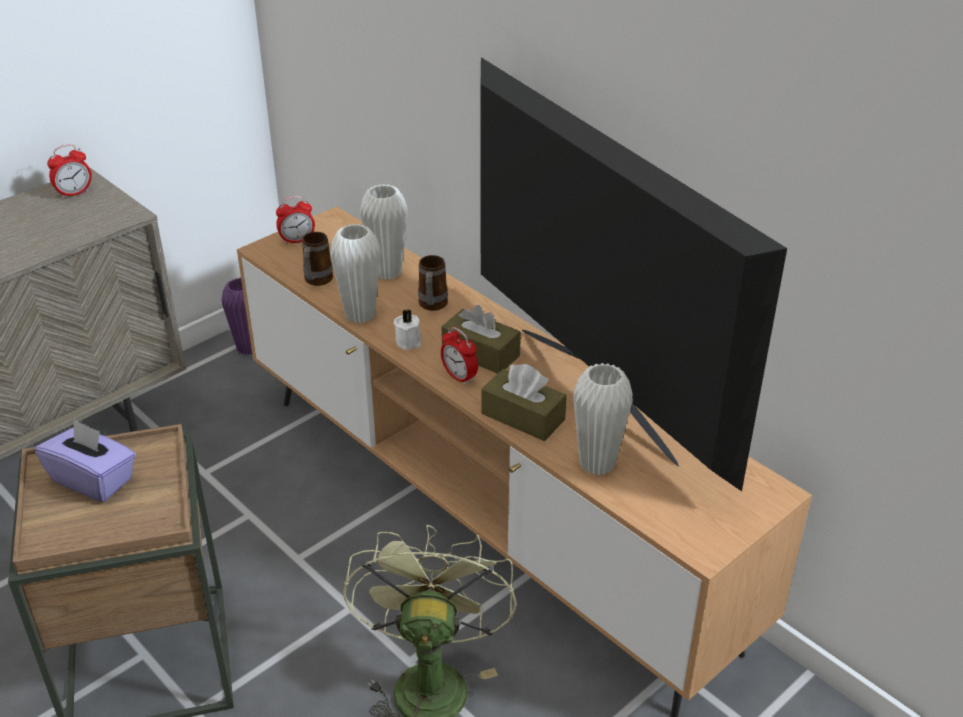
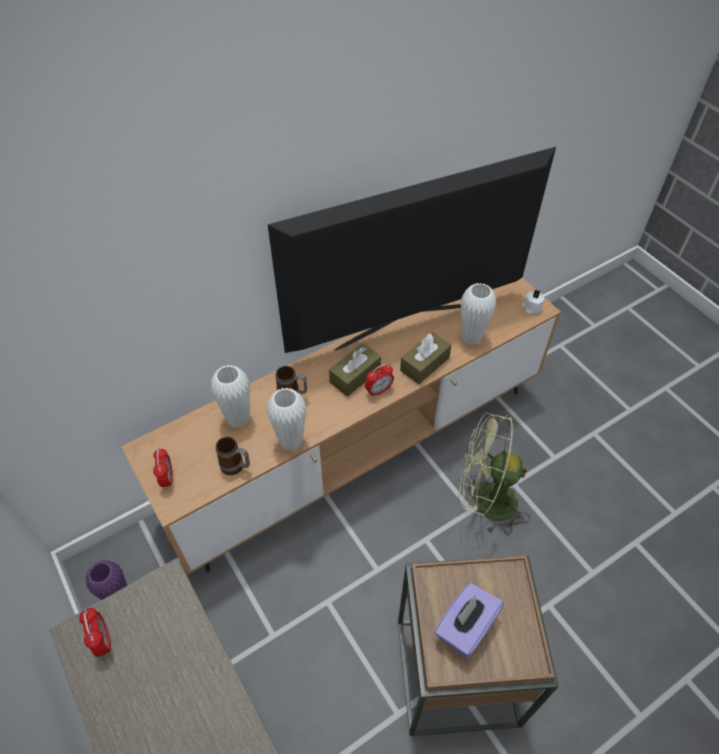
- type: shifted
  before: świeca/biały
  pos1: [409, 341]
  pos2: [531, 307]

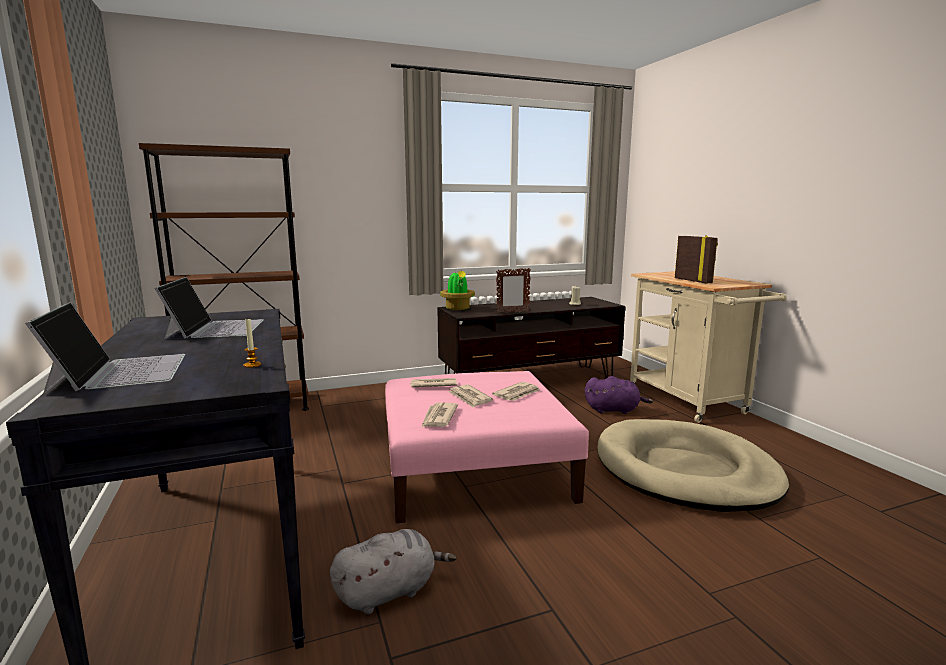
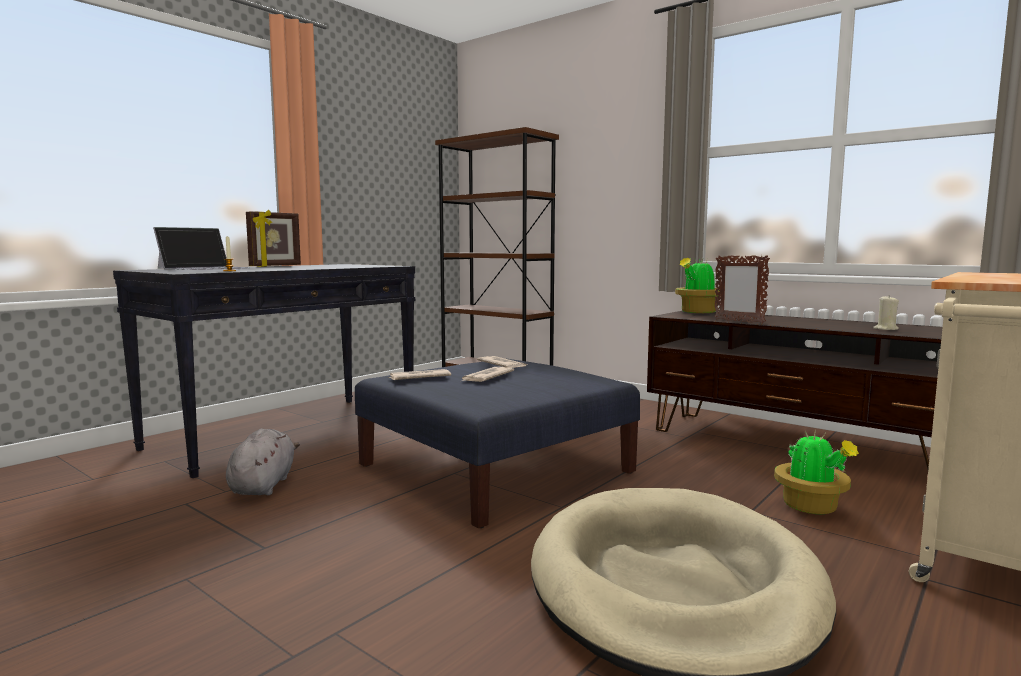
- type: rotated
  before: pluszak/szary
  pos1: [389, 591]
  pos2: [263, 485]
  turn: -120
- type: shifted
  before: ramka na zdjęcie
  pos1: [693, 281]
  pos2: [276, 266]
- type: repainted
  before: pufa/różowy
  after: pufa/niebieski
  pos1: [475, 468]
  pos2: [497, 469]
- type: swapped
  before: pluszak/fioletowy
  after: roślina doniczkowa
  pos1: [614, 410]
  pos2: [812, 507]
- type: gone
  before: laptop
  pos1: [215, 328]
- type: gone
  before: gazeta
  pos1: [517, 394]

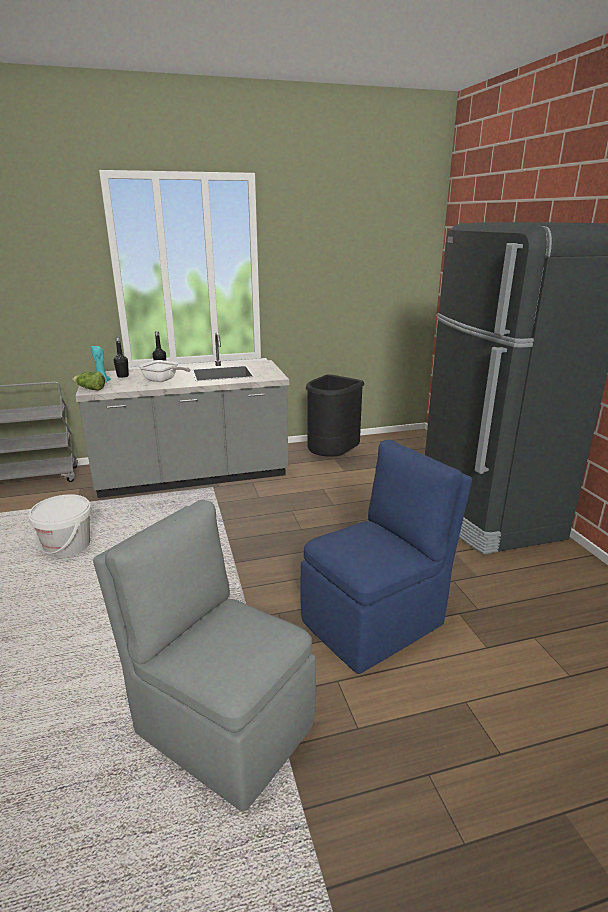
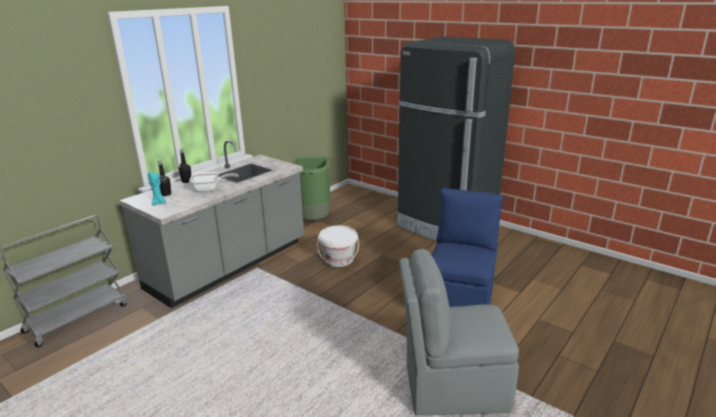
- type: repainted
  before: kosz na śmieci/czarny
  after: kosz na śmieci/zielony
  pos1: [332, 457]
  pos2: [314, 220]
- type: shifted
  before: wiadro/biały
  pos1: [67, 545]
  pos2: [338, 260]
- type: gone
  before: sałata
  pos1: [90, 389]

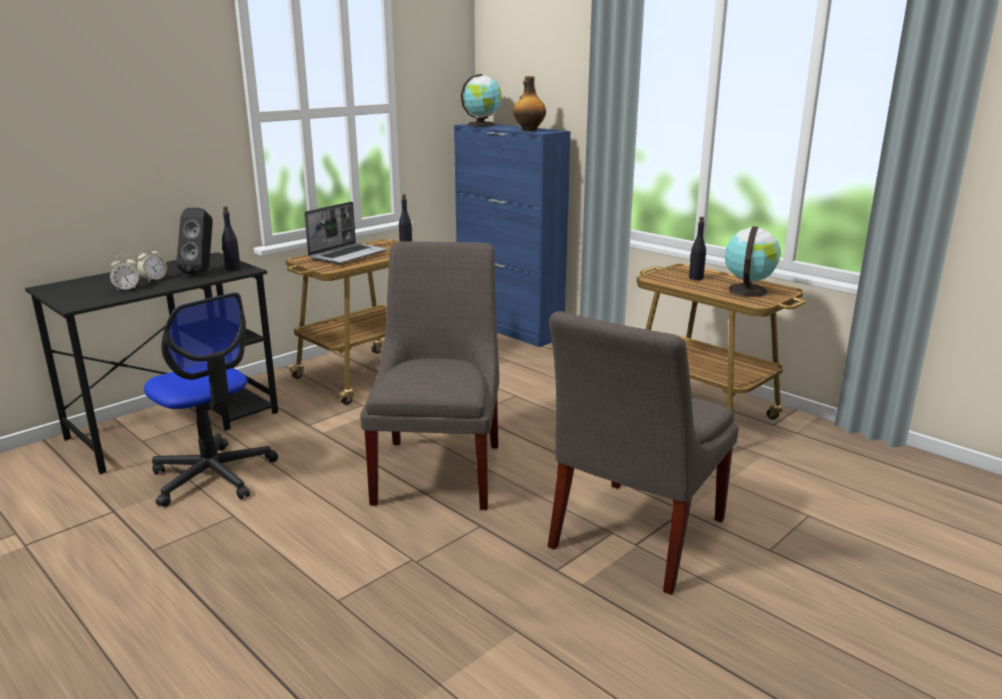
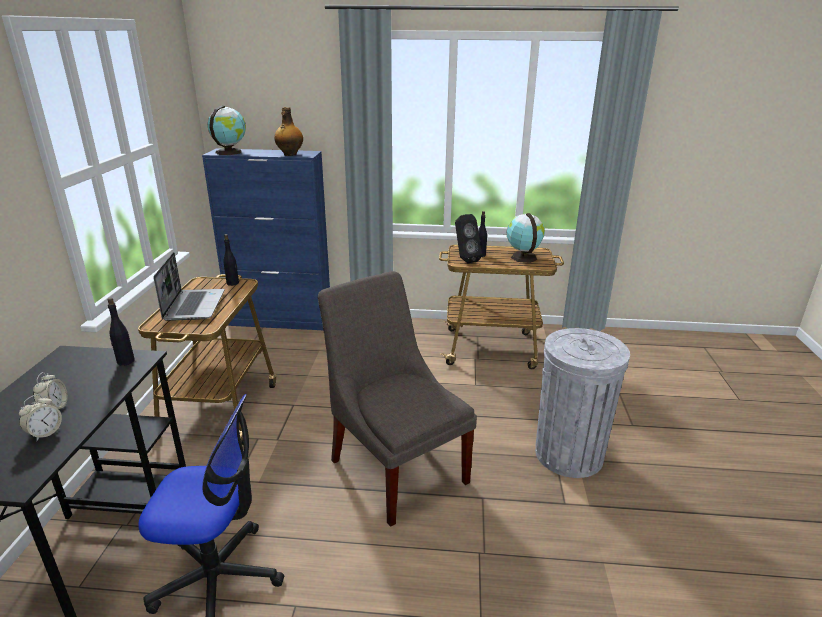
- type: shifted
  before: głośnik/czarny
  pos1: [202, 271]
  pos2: [464, 260]
- type: swapped
  before: krzesło/szary
  after: kosz na śmieci/szary
  pos1: [633, 537]
  pos2: [568, 454]

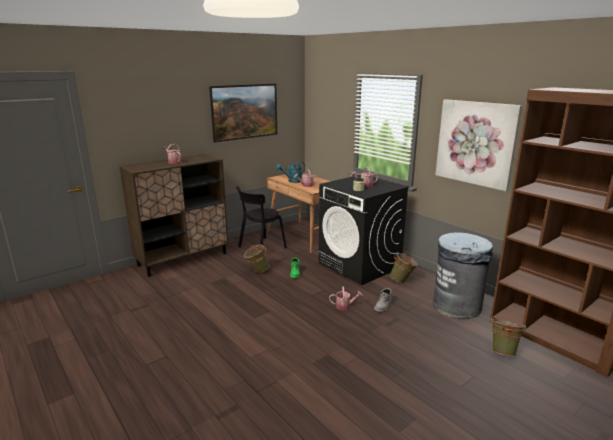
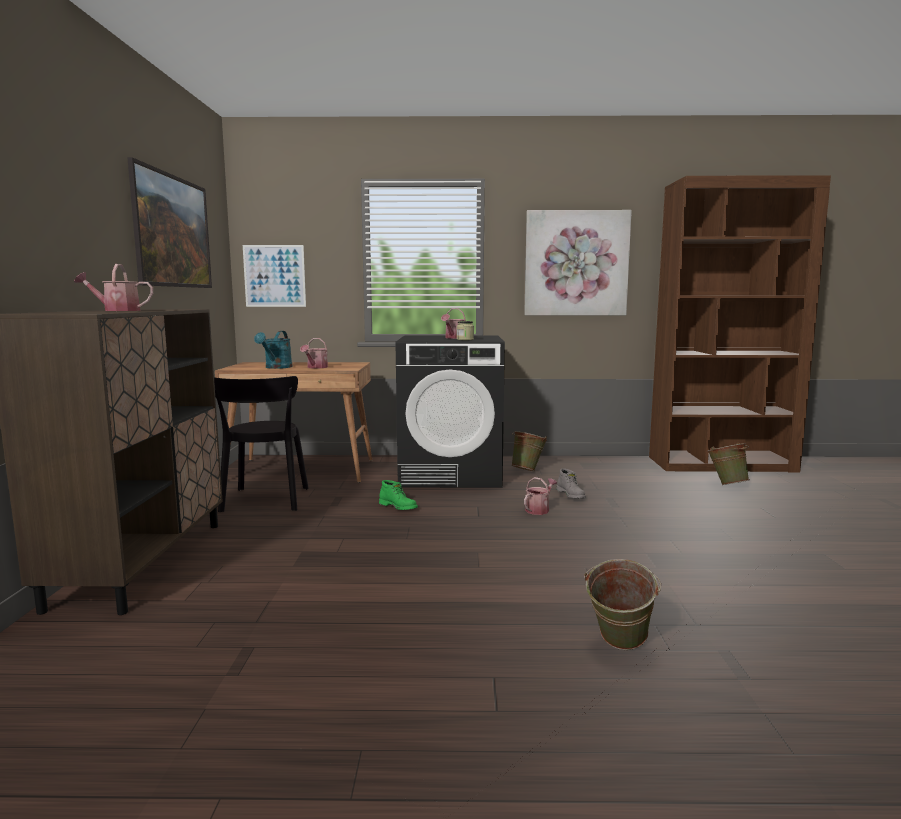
- type: new
  after: obraz
  pos2: [274, 276]
- type: shifted
  before: wiadro/zielony
  pos1: [256, 271]
  pos2: [618, 647]
- type: gone
  before: kosz na śmieci/szary
  pos1: [457, 306]

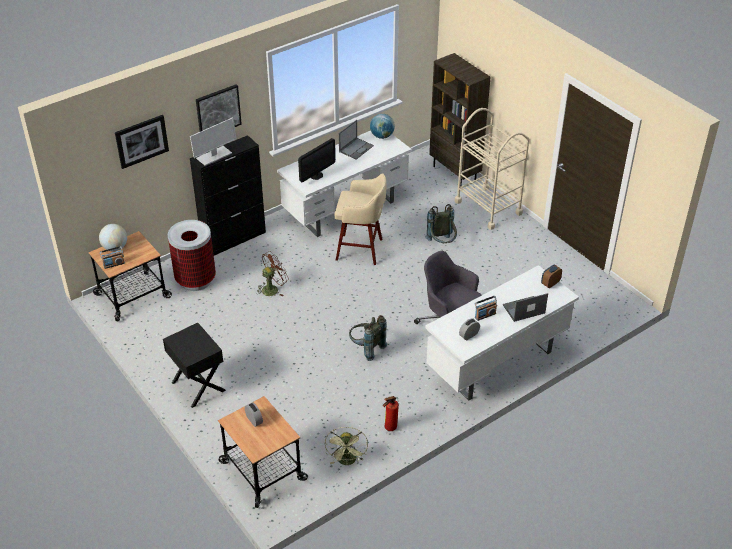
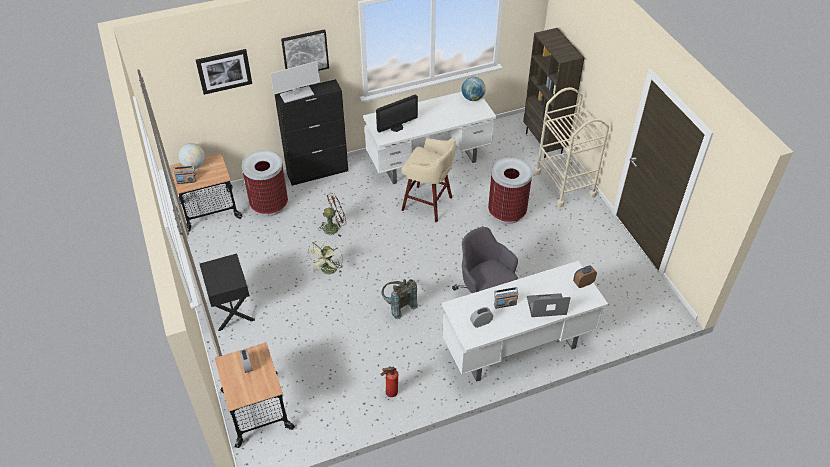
- type: shifted
  before: wentylator/zielony
  pos1: [347, 461]
  pos2: [328, 271]
- type: swapped
  before: plecak/szary
  after: kosz na śmieci
  pos1: [442, 244]
  pos2: [507, 213]
- type: gone
  before: laptop
  pos1: [356, 148]

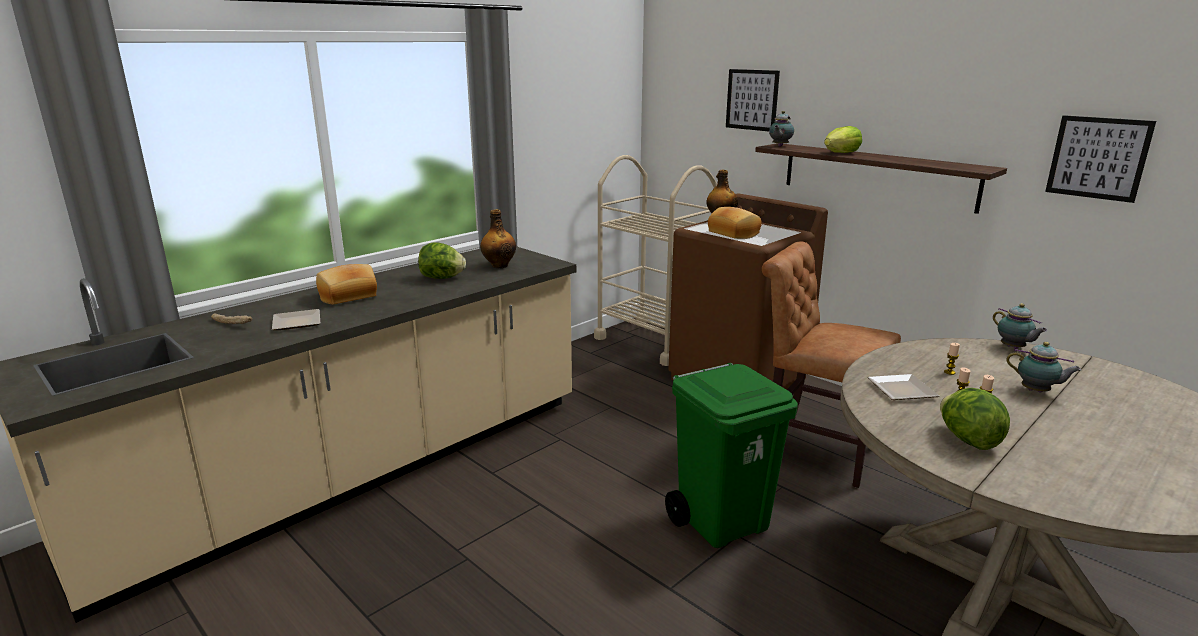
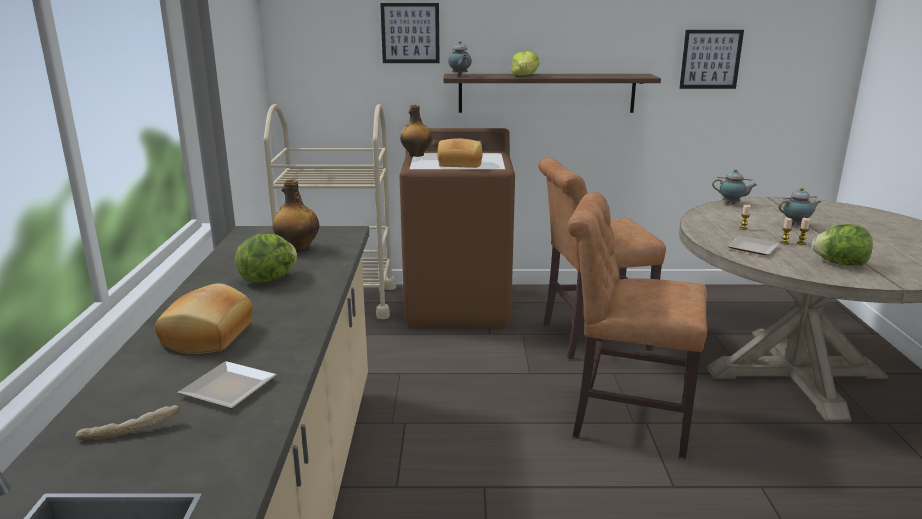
- type: swapped
  before: kosz na śmieci/zielony
  after: krzesło/brązowy
  pos1: [722, 522]
  pos2: [624, 419]

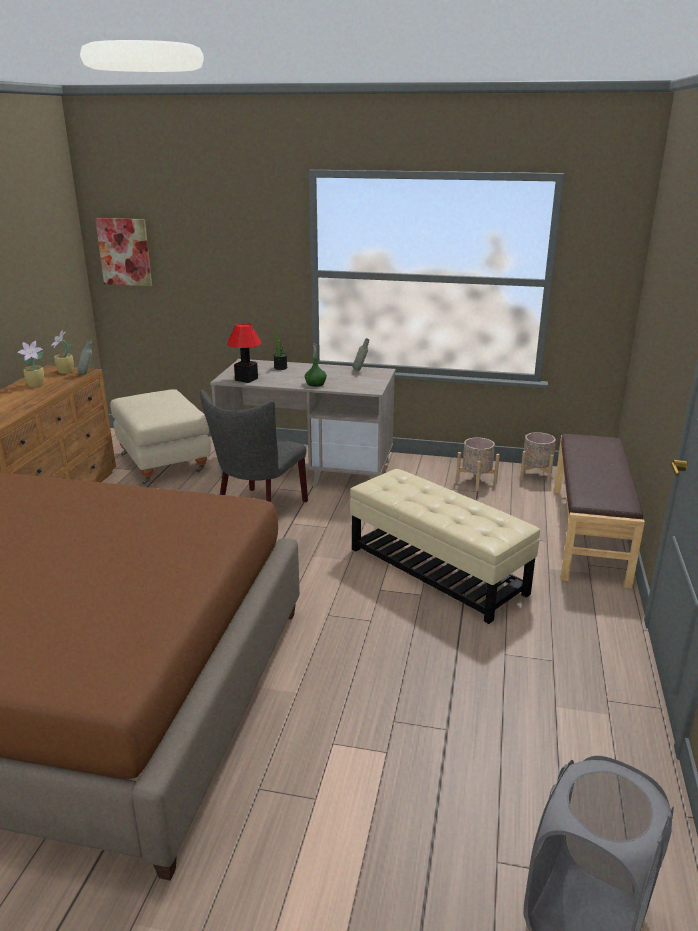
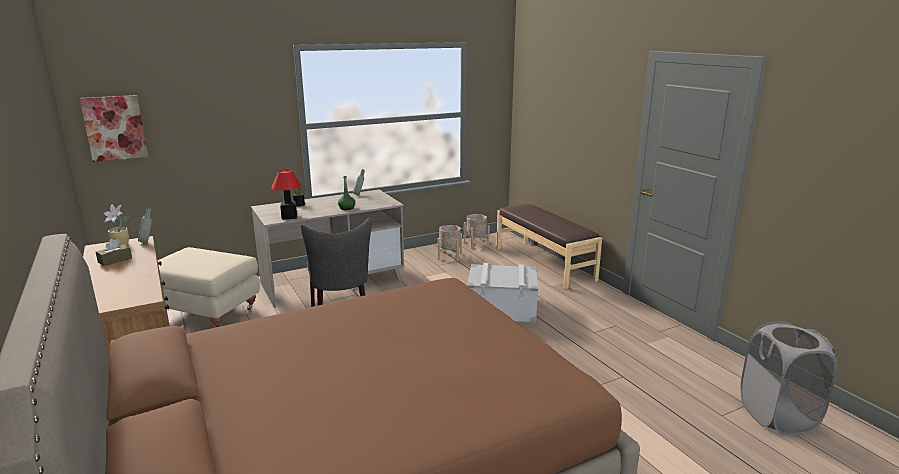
- type: swapped
  before: roślina doniczkowa
  after: pudełko chusteczek/brązowy
  pos1: [37, 385]
  pos2: [115, 260]
- type: swapped
  before: pufa/beżowy
  after: pojemnik do przechowywania/szary
  pos1: [437, 570]
  pos2: [501, 308]

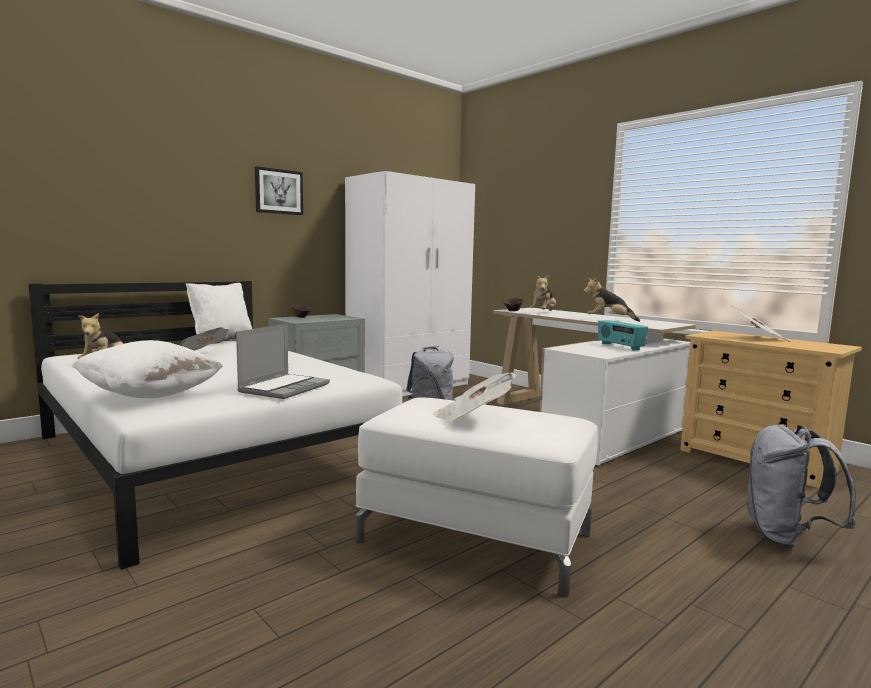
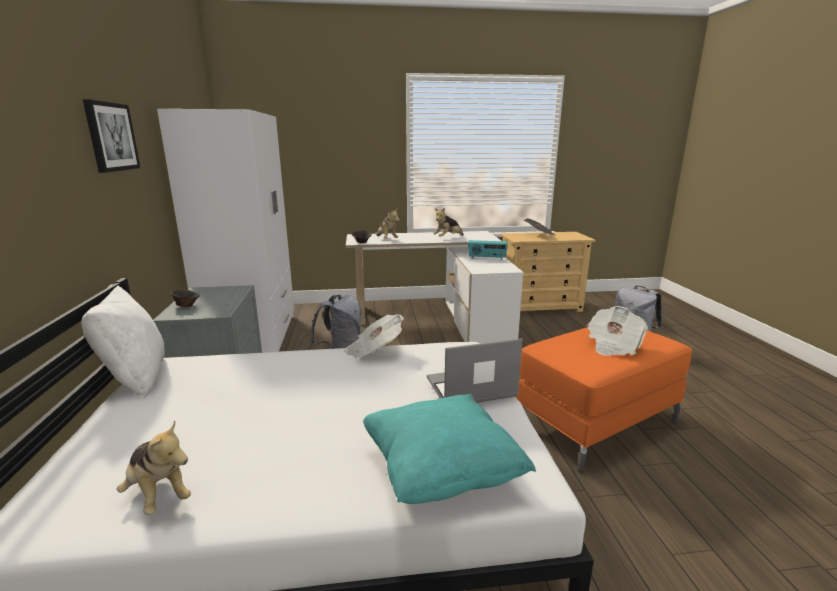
- type: shifted
  before: gazeta
  pos1: [202, 354]
  pos2: [374, 350]
- type: repainted
  before: poduszka/biały
  after: poduszka/turkusowy
  pos1: [149, 396]
  pos2: [441, 473]
- type: rotated
  before: laptop
  pos1: [284, 388]
  pos2: [470, 389]
  turn: -75
- type: repainted
  before: pufa/biały
  after: pufa/pomarańczowy
  pos1: [477, 537]
  pos2: [596, 422]

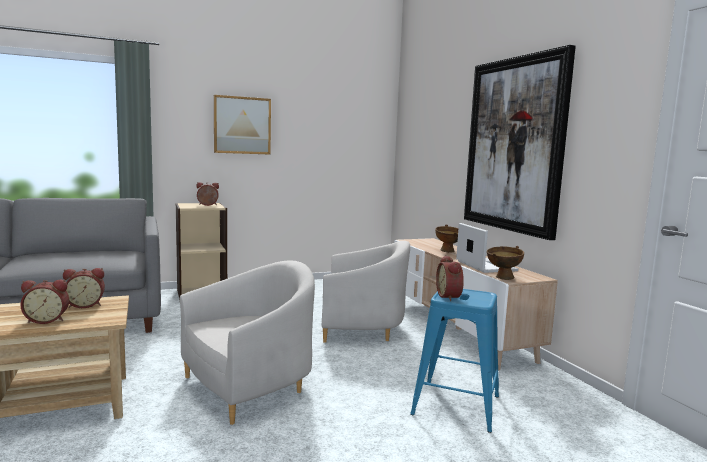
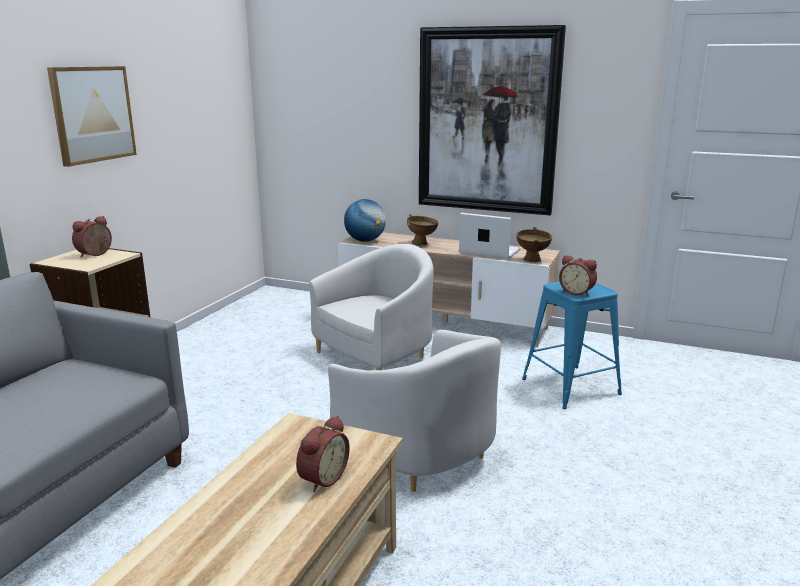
- type: rotated
  before: fotel/biały
  pos1: [249, 386]
  pos2: [421, 455]
  turn: 135
- type: new
  after: globus
  pos2: [365, 240]
- type: gone
  before: budzik
  pos1: [85, 305]

